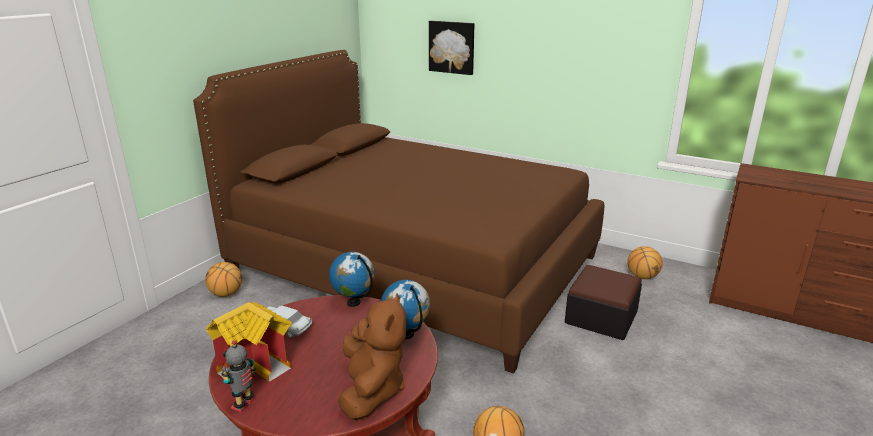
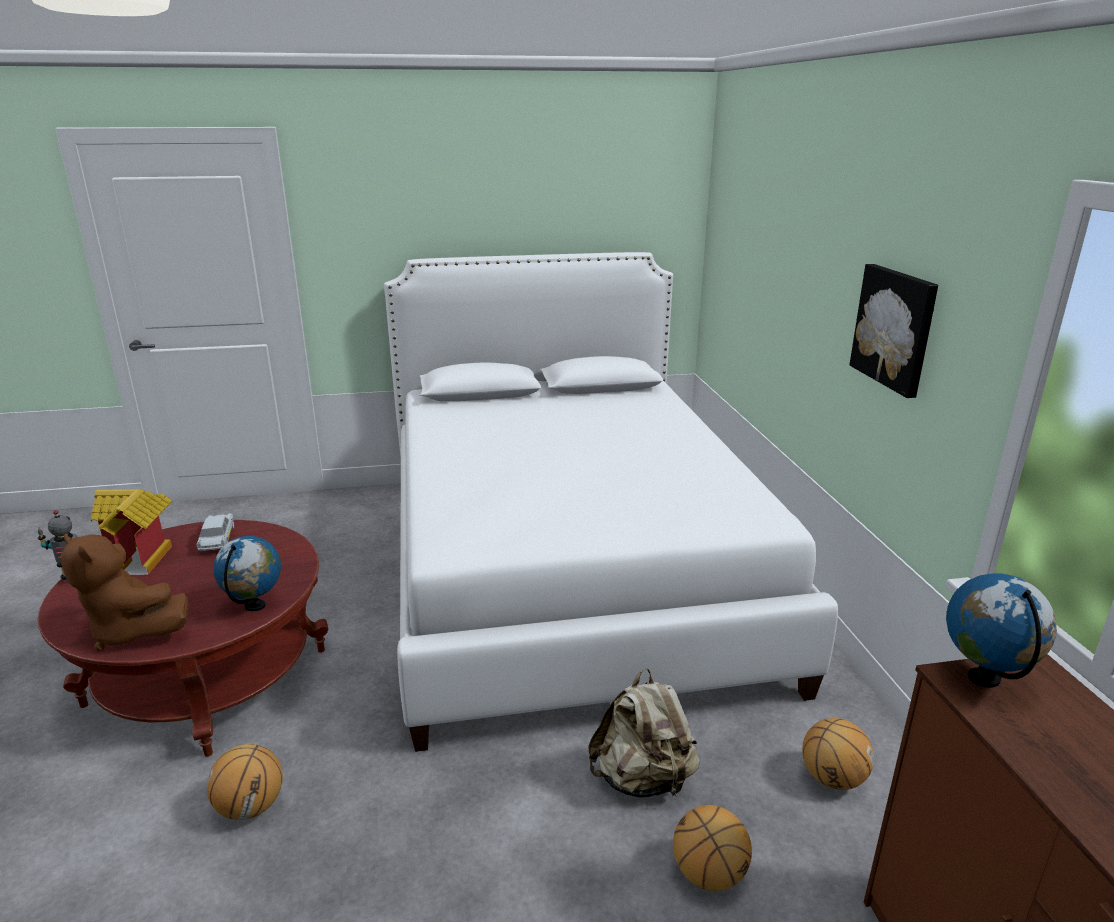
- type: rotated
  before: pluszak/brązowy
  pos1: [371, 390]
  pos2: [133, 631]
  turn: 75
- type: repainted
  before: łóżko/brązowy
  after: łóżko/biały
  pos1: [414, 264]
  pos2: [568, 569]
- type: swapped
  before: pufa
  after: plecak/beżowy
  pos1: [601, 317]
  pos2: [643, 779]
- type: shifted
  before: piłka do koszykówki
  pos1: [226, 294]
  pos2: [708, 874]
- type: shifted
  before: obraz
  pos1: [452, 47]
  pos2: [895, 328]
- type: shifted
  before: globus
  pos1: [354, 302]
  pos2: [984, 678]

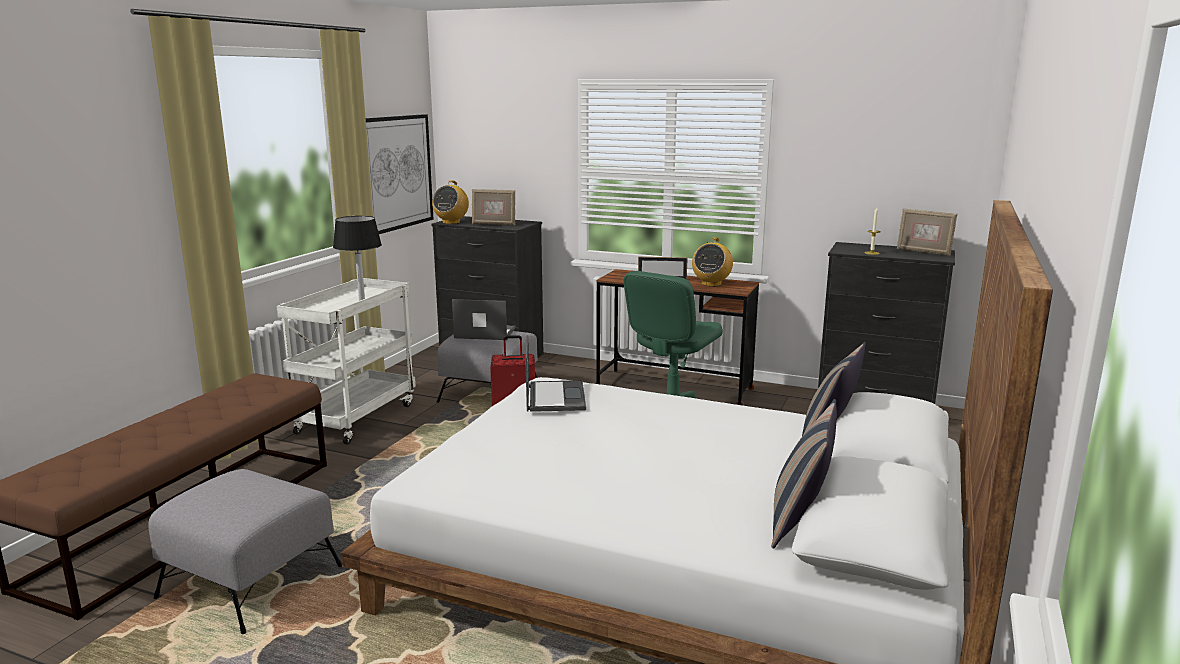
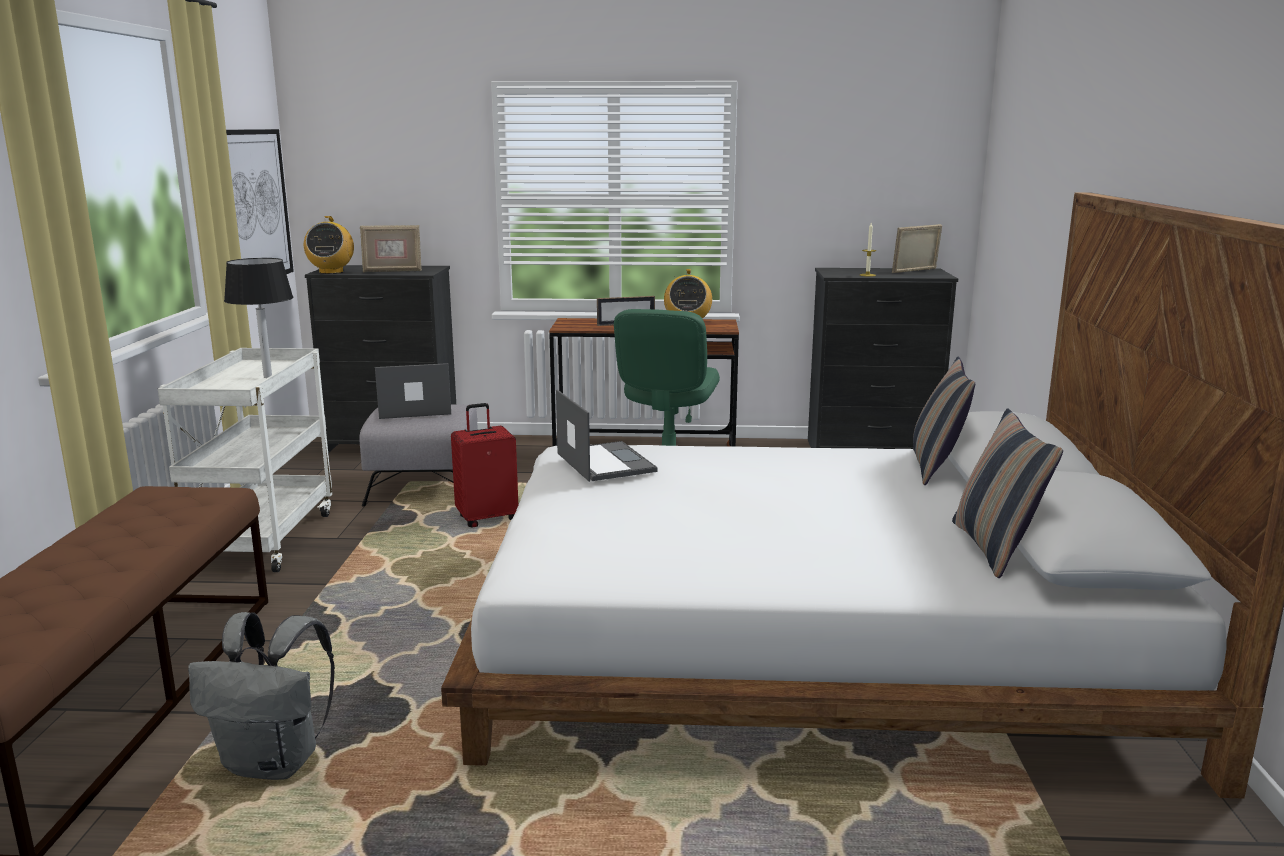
- type: swapped
  before: pufa/szary
  after: plecak/szary
  pos1: [251, 582]
  pos2: [275, 762]
- type: rotated
  before: ramka na zdjęcie
  pos1: [923, 252]
  pos2: [915, 271]
  turn: 135

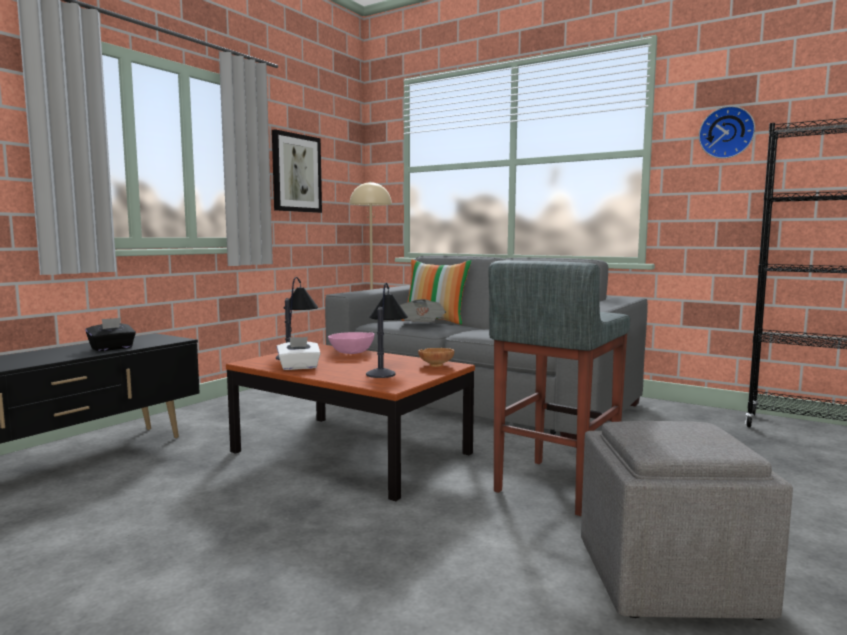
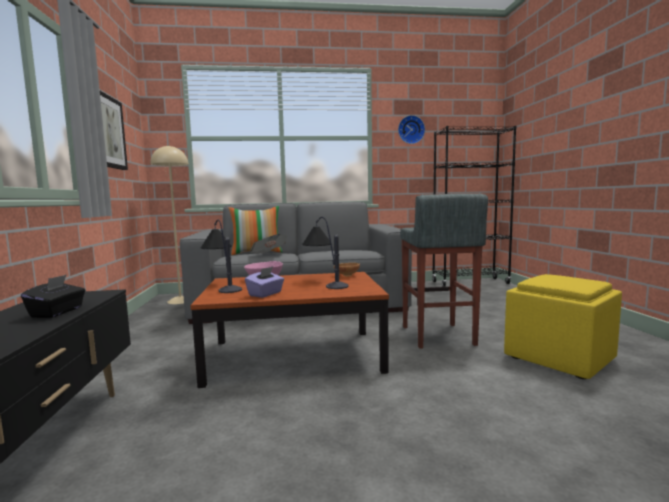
- type: repainted
  before: pudełko chusteczek/biały
  after: pudełko chusteczek/fioletowy
  pos1: [299, 367]
  pos2: [265, 294]
- type: repainted
  before: pufa/szary
  after: pufa/żółty
  pos1: [671, 580]
  pos2: [560, 358]

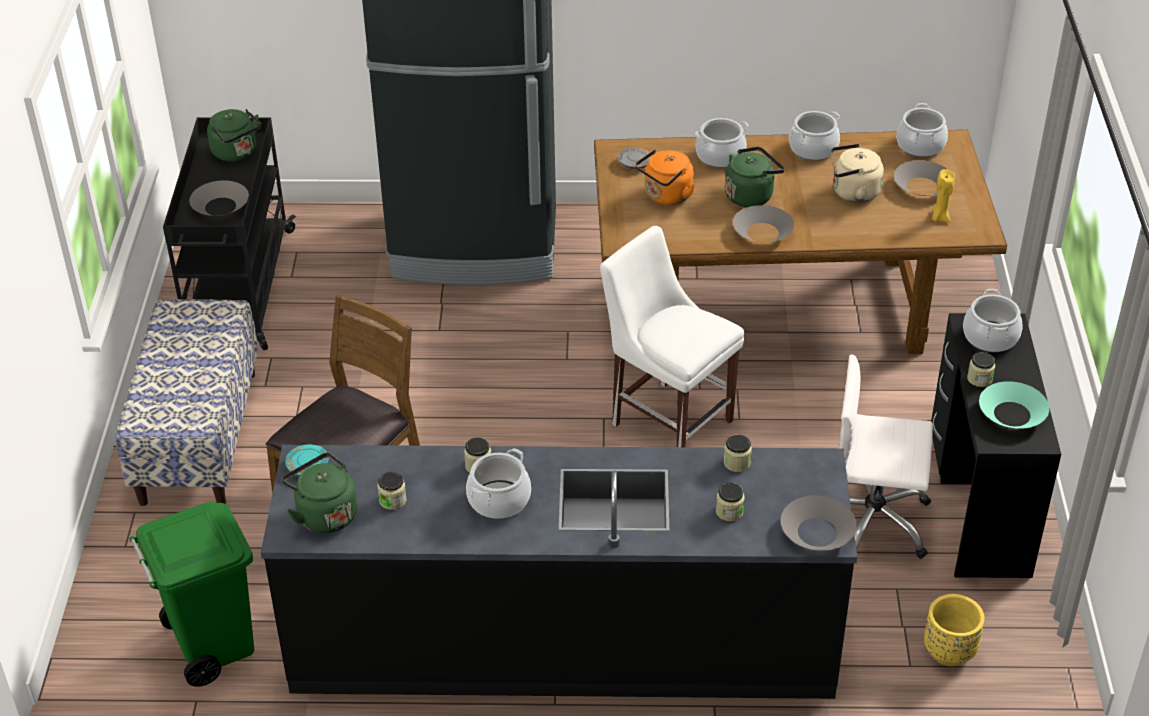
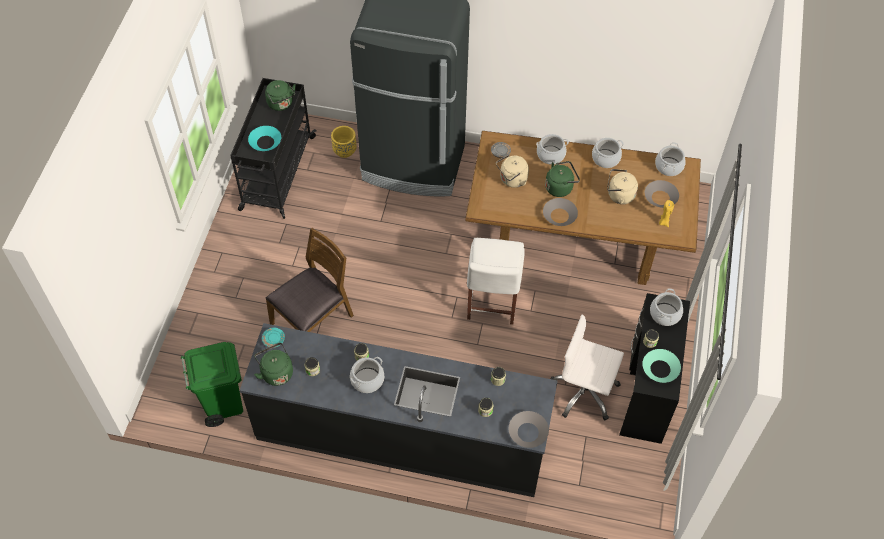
- type: repainted
  before: miska/szary
  after: miska/turkusowy
  pos1: [220, 206]
  pos2: [265, 142]
- type: shifted
  before: donica/żółty
  pos1: [949, 652]
  pos2: [344, 151]
- type: rotated
  before: krzesło/biały
  pos1: [668, 419]
  pos2: [491, 304]
  turn: -135
- type: repainted
  before: czajnik/pomarańczowy
  after: czajnik/beżowy
  pos1: [666, 196]
  pos2: [512, 180]
- type: gone
  before: ławka
  pos1: [198, 436]

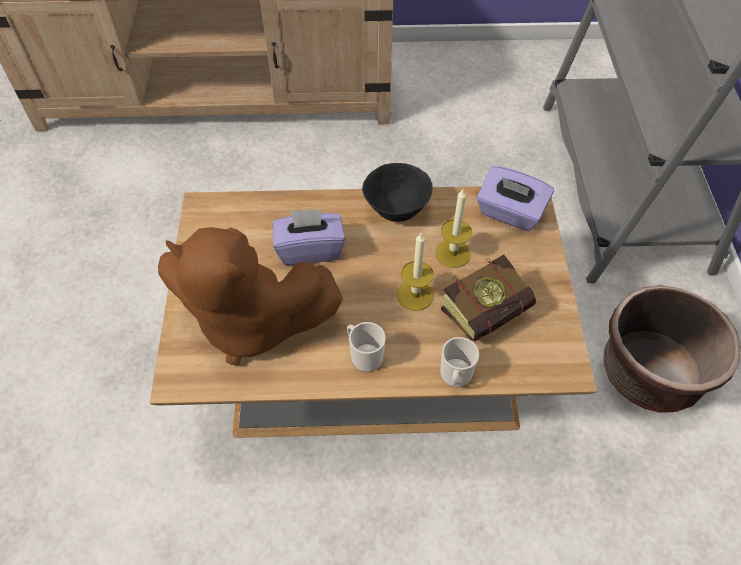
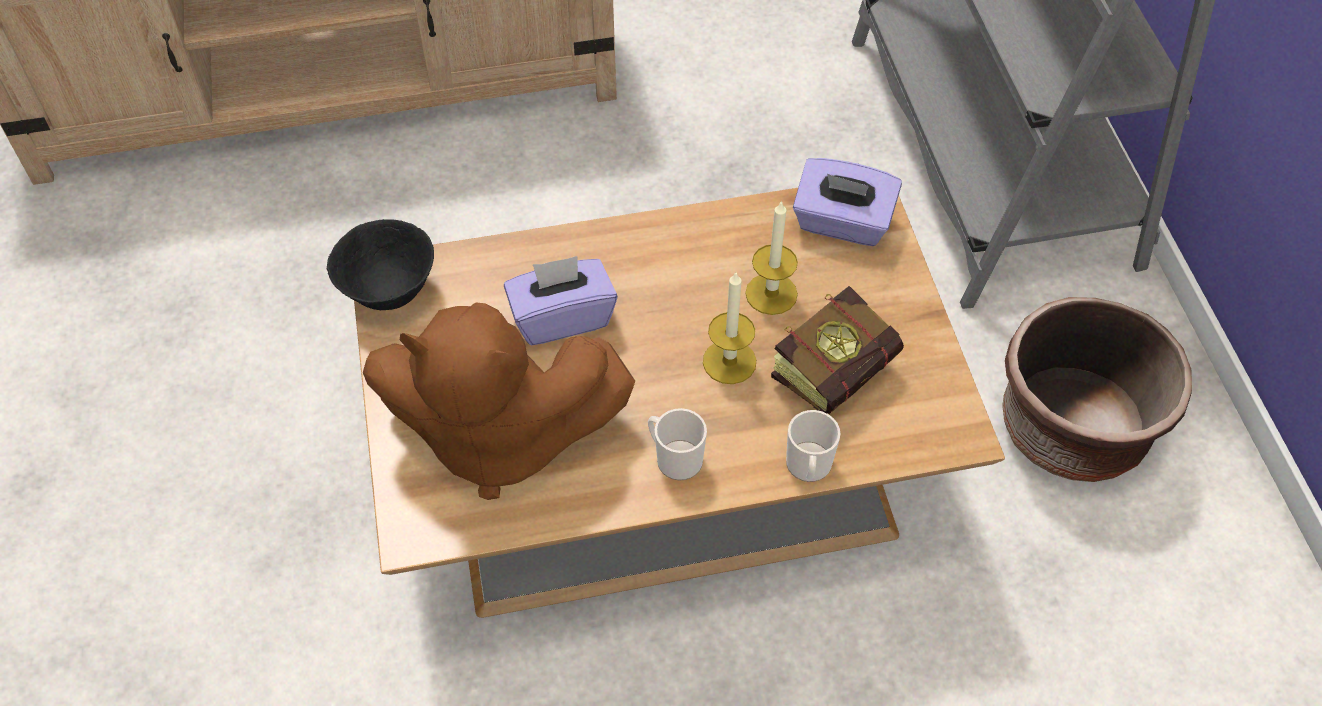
- type: shifted
  before: miska/czarny
  pos1: [396, 210]
  pos2: [388, 291]

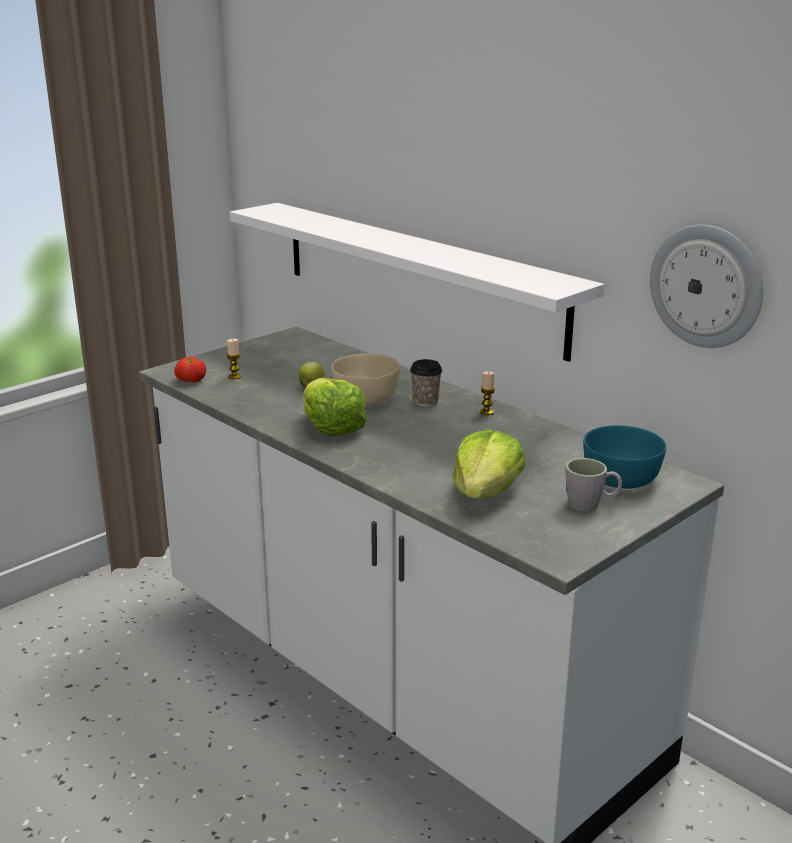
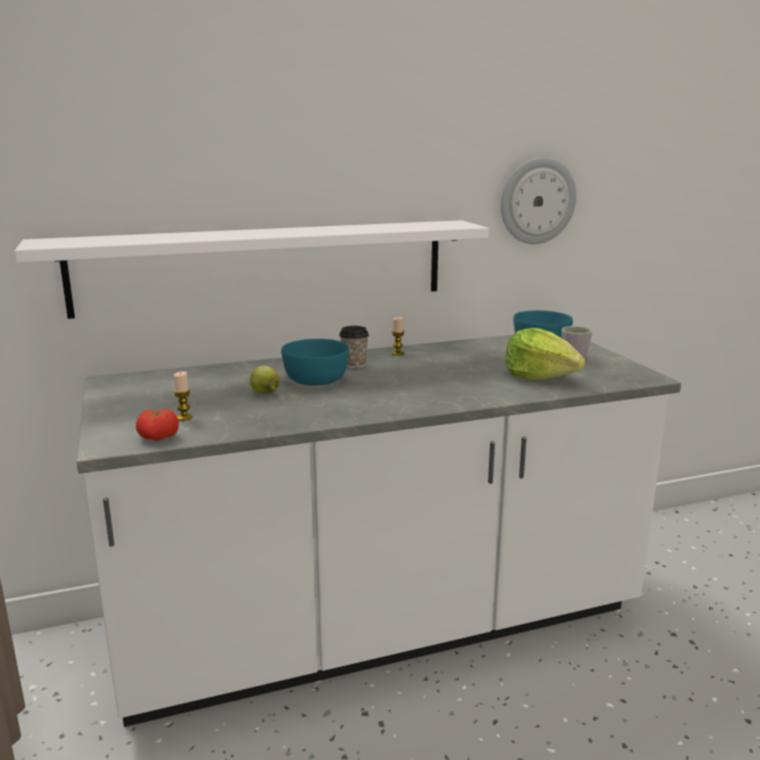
- type: repainted
  before: miska/beżowy
  after: miska/turkusowy
  pos1: [366, 396]
  pos2: [315, 379]
- type: gone
  before: sałata
  pos1: [331, 427]

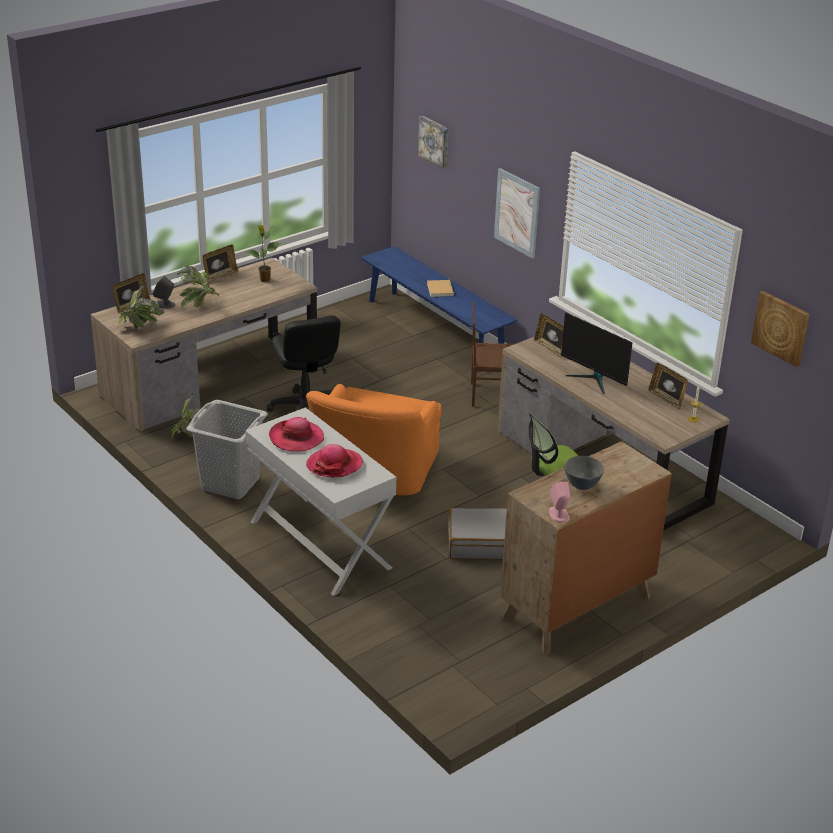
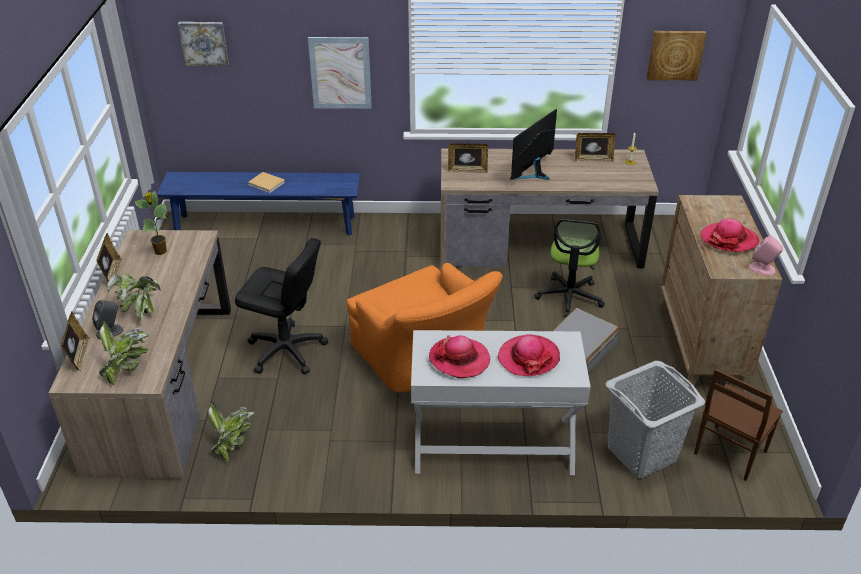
- type: rotated
  before: monitor
  pos1: [594, 379]
  pos2: [533, 174]
  turn: 135
- type: shifted
  before: kosz na pranie/szary
  pos1: [230, 483]
  pos2: [641, 453]
- type: shifted
  before: krzesło/brązowy
  pos1: [489, 395]
  pos2: [728, 453]
- type: swapped
  before: miska/szary
  after: kapelusz
  pos1: [582, 486]
  pos2: [729, 240]

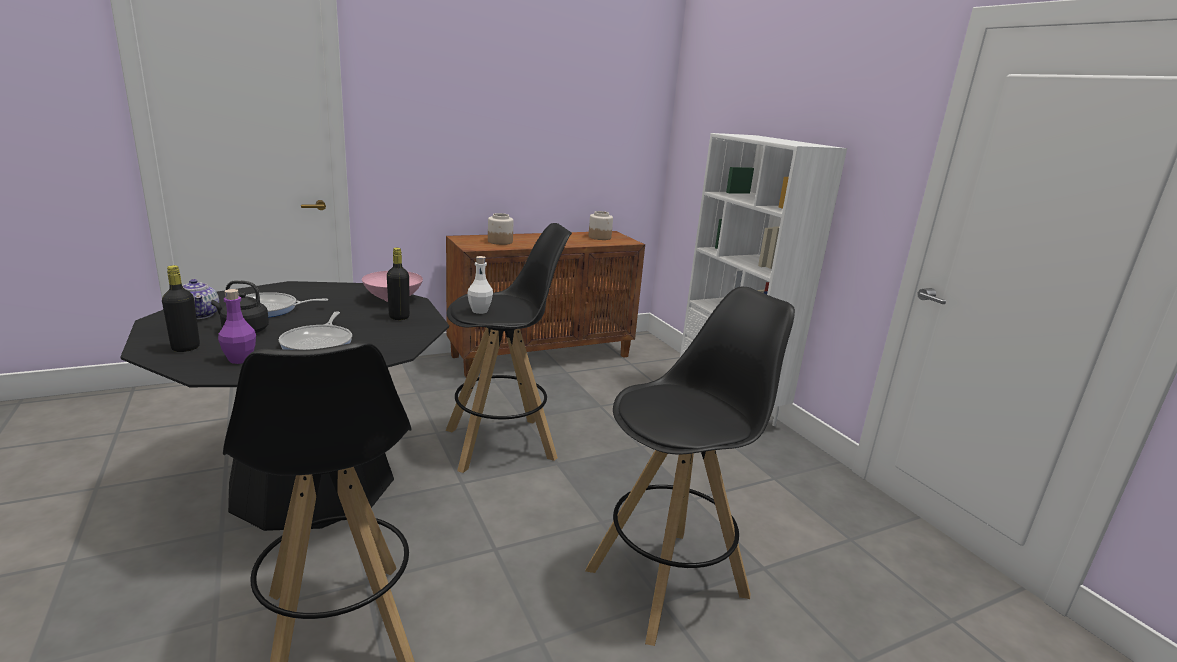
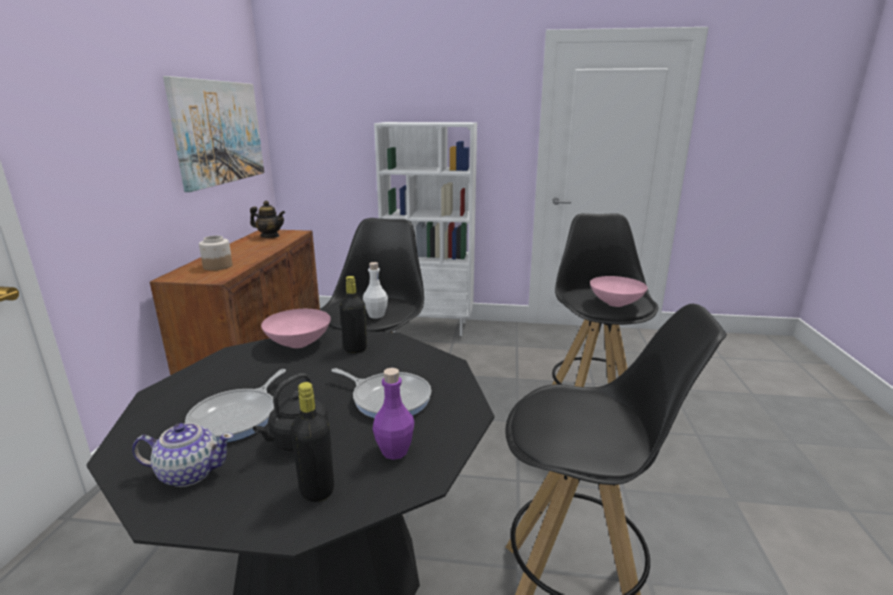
- type: new
  after: obraz
  pos2: [219, 132]
- type: swapped
  before: słoik
  after: imbryk
  pos1: [599, 237]
  pos2: [270, 236]
- type: new
  after: miska/różowy
  pos2: [614, 304]

